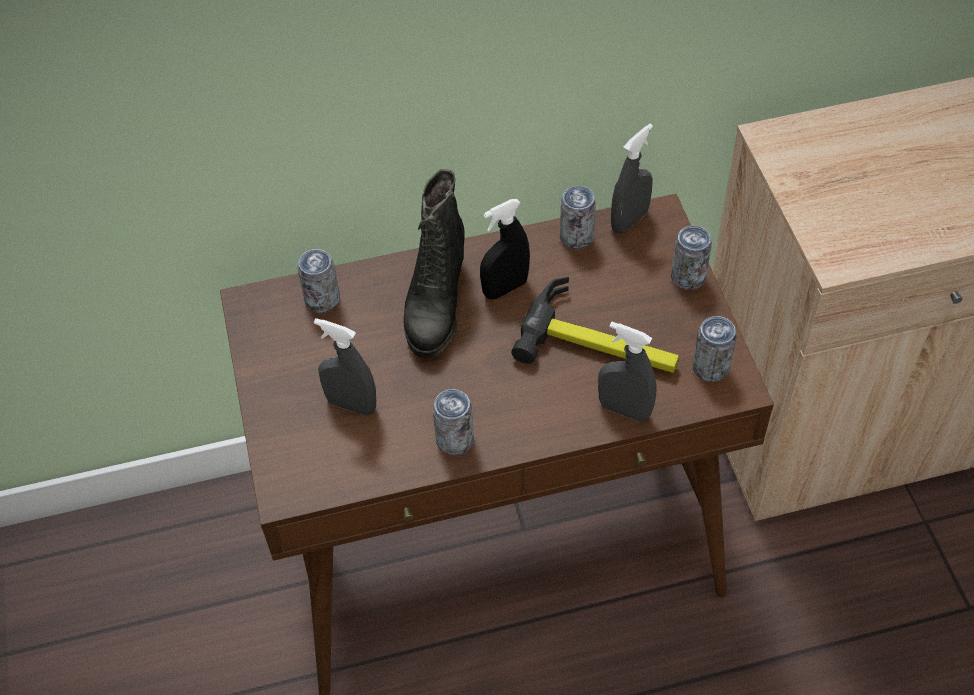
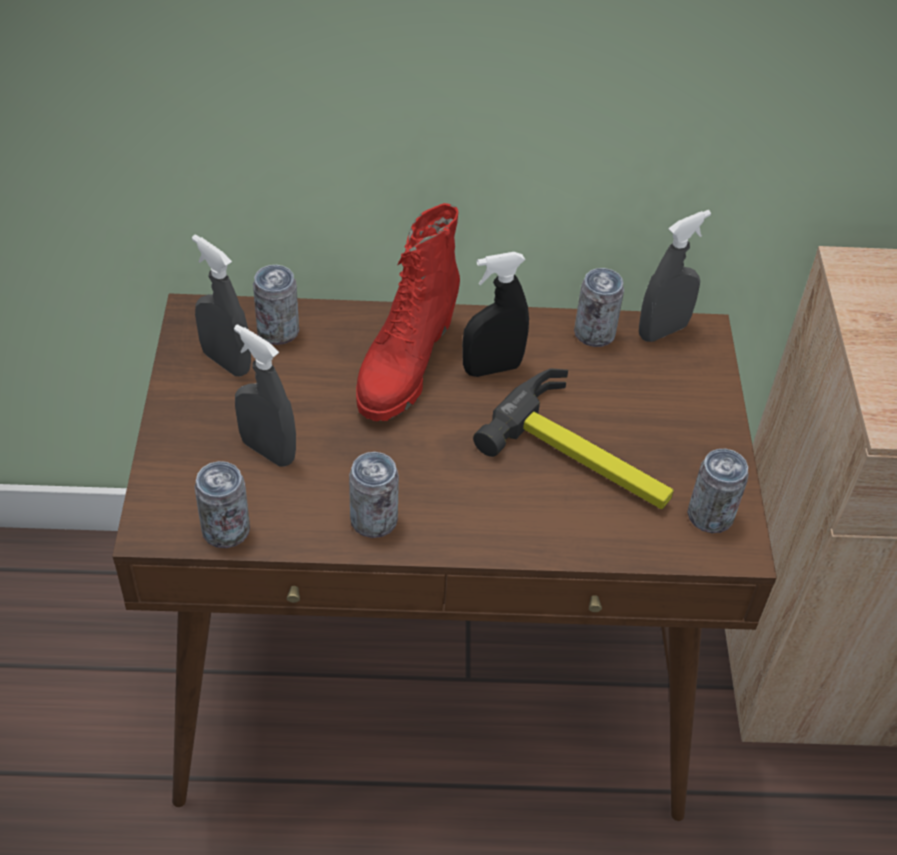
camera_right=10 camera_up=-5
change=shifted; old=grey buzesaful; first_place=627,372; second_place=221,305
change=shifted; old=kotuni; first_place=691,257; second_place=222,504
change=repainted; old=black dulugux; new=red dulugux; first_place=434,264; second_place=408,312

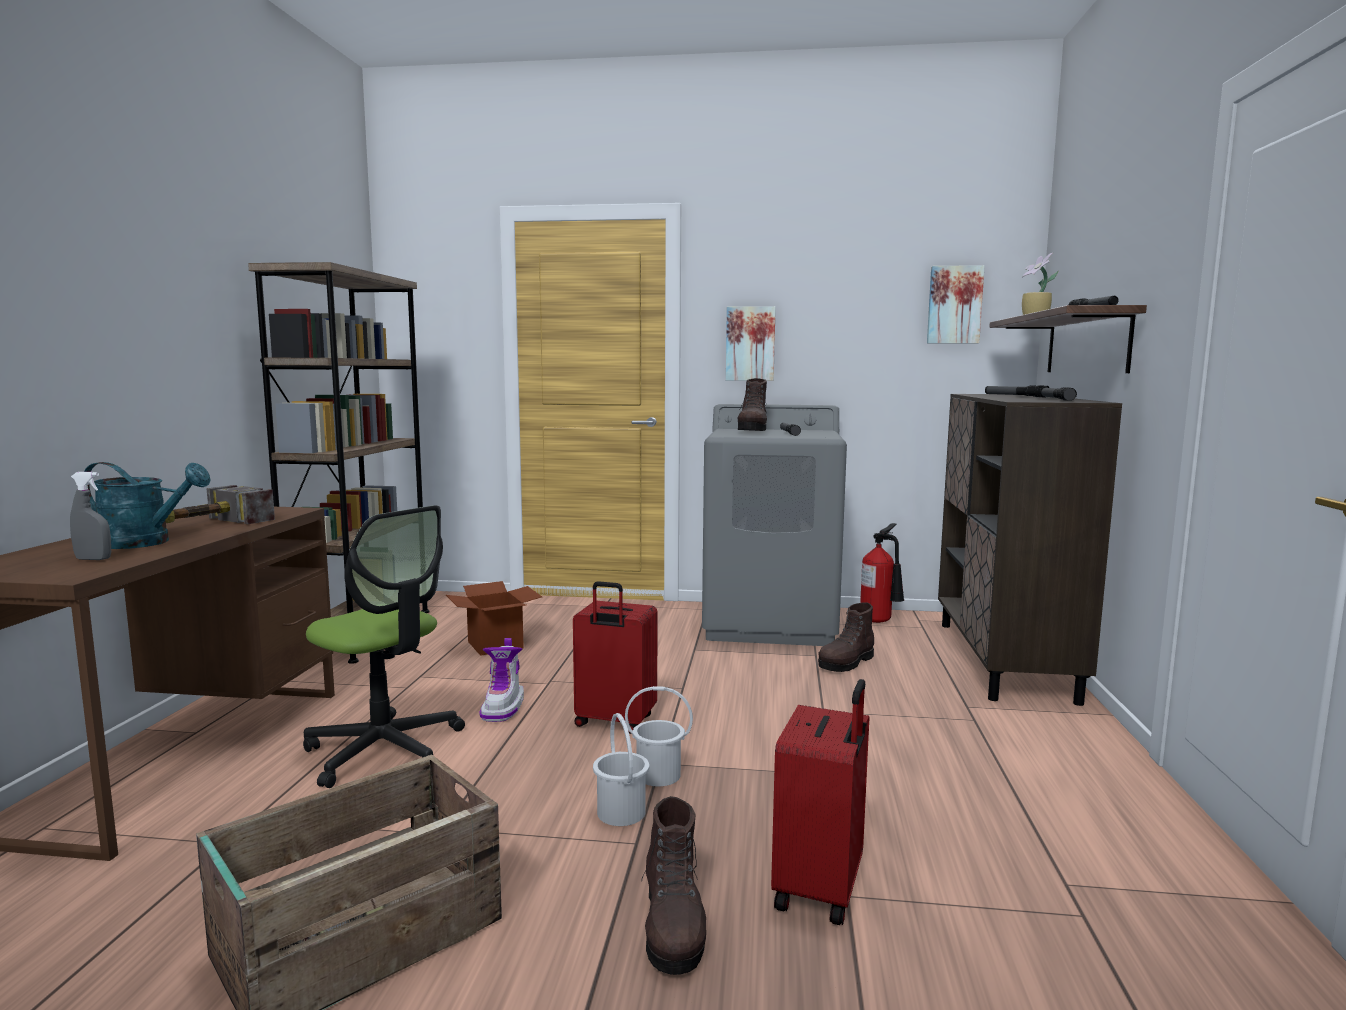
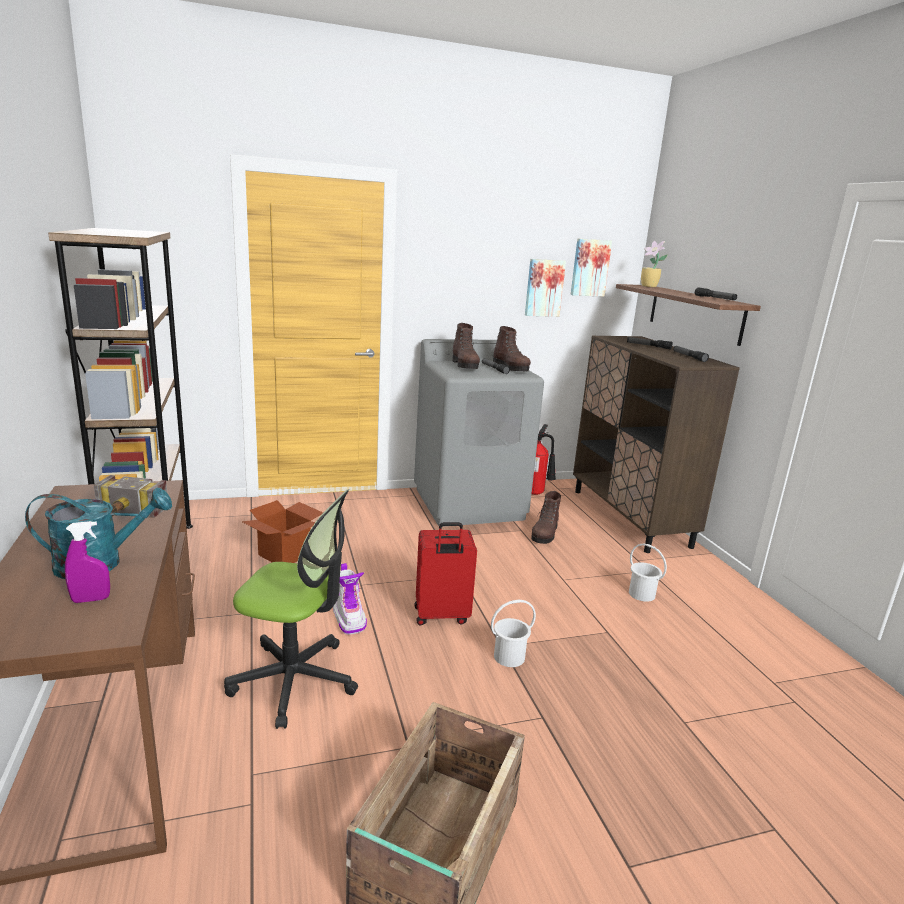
camera_right=-25 camera_up=10
change=repainted; old=grey buzesaful; new=purple buzesaful; first_place=90,516; second_place=87,562
change=shifted; old=brown dulugux; first_place=674,885; second_place=512,348
change=shifted; old=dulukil; first_place=751,343; second_place=545,288
change=shifted; old=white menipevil; first_place=621,769; second_place=648,573
change=gone; old=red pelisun; first_place=820,802

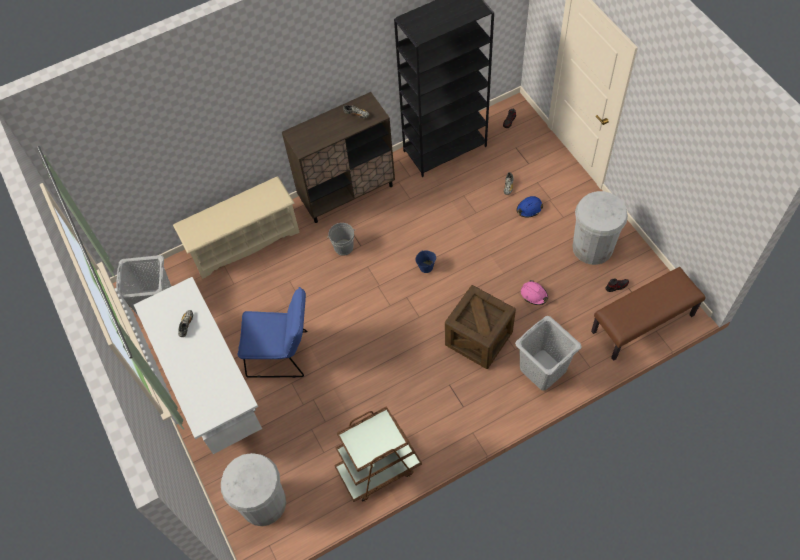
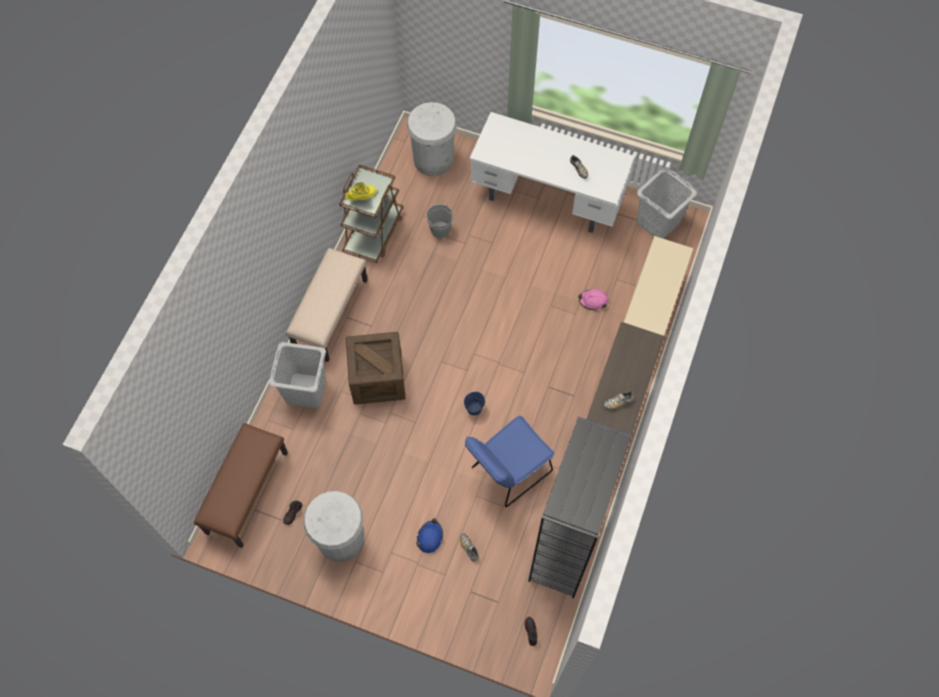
camera_right=135 camera_up=5
change=new; new=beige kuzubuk; second_place=326,305
change=new; new=yellow dulugux; second_place=361,191
change=shifted; old=grey menipevil; first_place=341,239; second_place=439,221
change=shifted; old=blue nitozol; first_place=273,332; second_place=509,461
change=shifted; old=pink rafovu; first_place=534,292; second_place=593,300

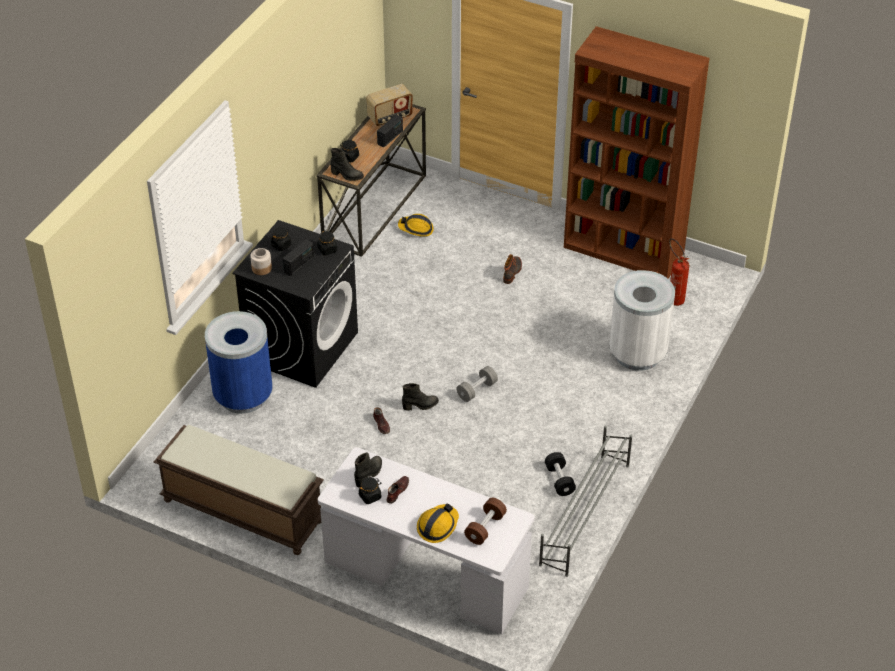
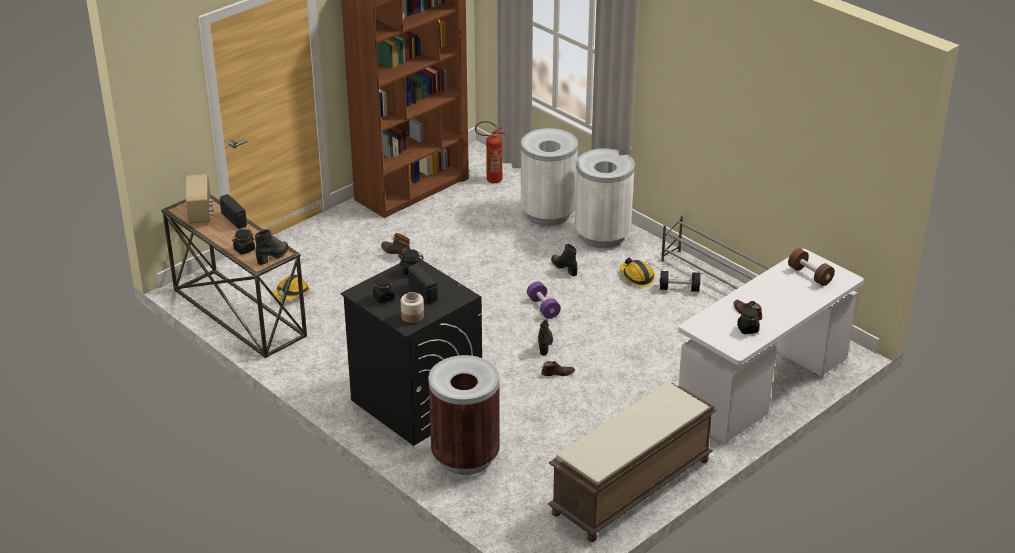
camera_right=-70 camera_up=-10
change=repainted; old=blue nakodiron; new=brown nakodiron; first_place=238,362; second_place=464,415
change=repainted; old=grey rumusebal; new=purple rumusebal; first_place=477,384; second_place=544,300
change=shifted; old=black dulugux; first_place=368,470; second_place=564,260
change=new; new=white nakodiron; second_place=605,198
change=shifted; old=rafovu; first_place=438,523; second_place=637,272

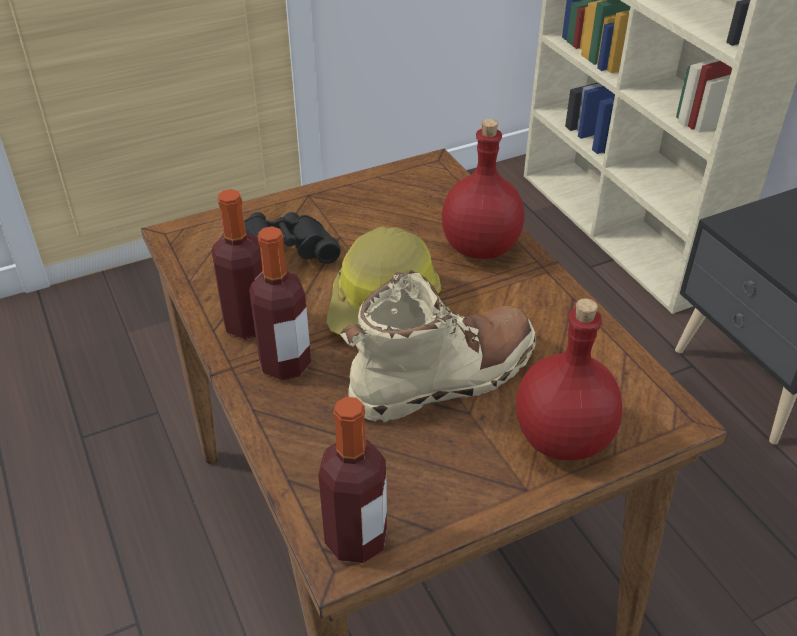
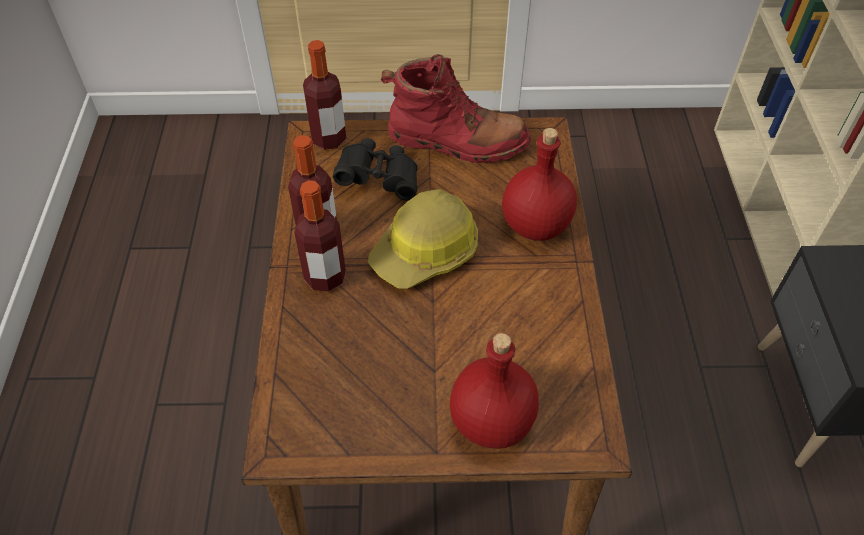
camera_right=25 camera_up=10
change=shifted; old=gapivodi; first_place=352,480; second_place=324,95
change=new; new=red dulugux; second_place=456,108
change=gone; old=beige dulugux; first_place=438,346

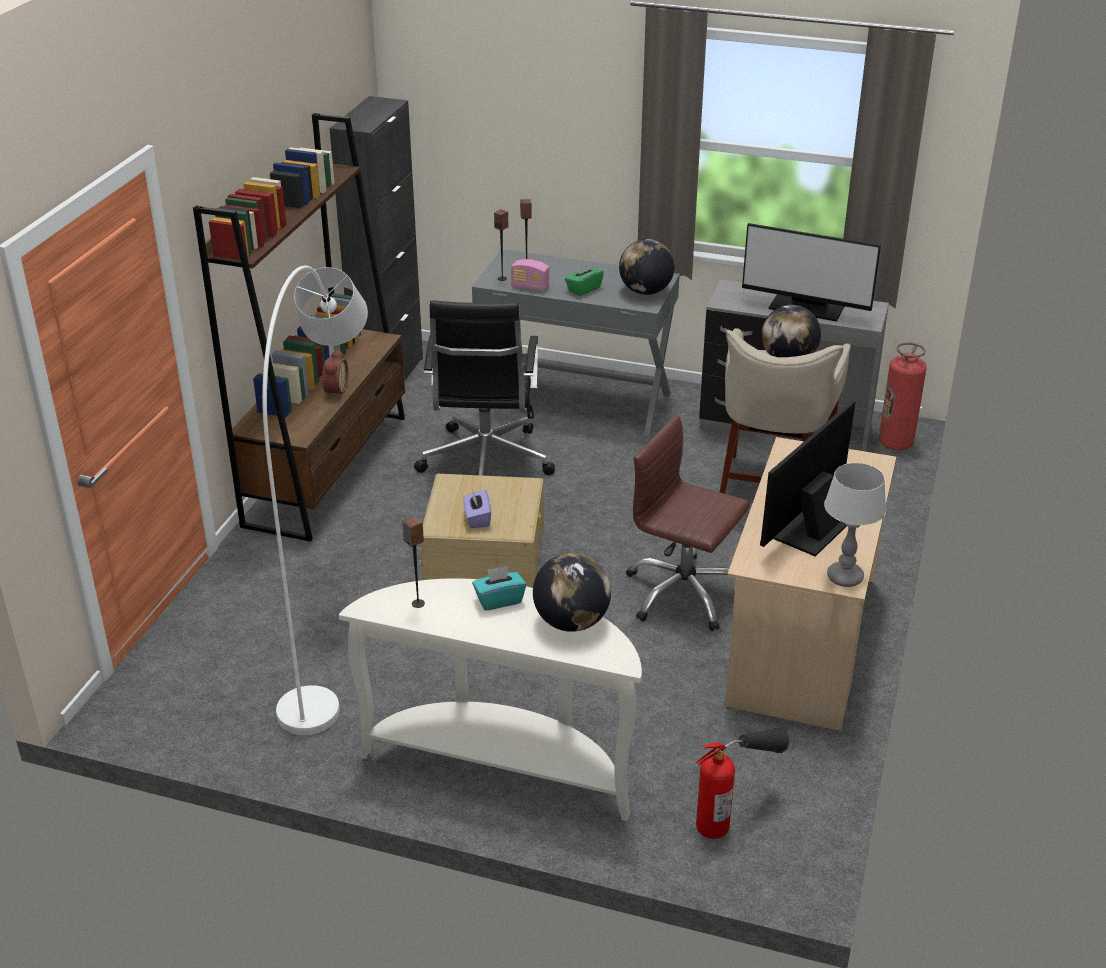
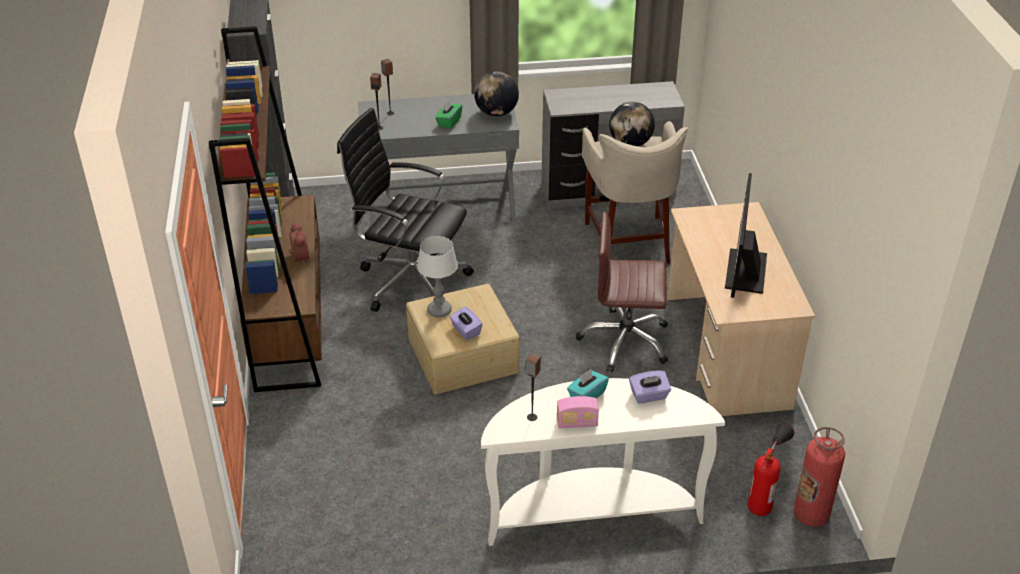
camera_right=-25 camera_up=5
change=rotated; old=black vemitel; first_place=484,388; second_place=405,210; degrees=135
change=shifted; old=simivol; first_place=855,525; second_place=437,277
change=shifted; old=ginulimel; first_place=530,275; second_place=578,412
change=swapped; old=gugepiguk; new=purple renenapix; first_place=572,592; second_place=650,387
change=shifted; old=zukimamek; first_place=903,396; second_place=819,477
change=gone; old=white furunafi; first_place=315,500
change=gone; old=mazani; first_place=811,272

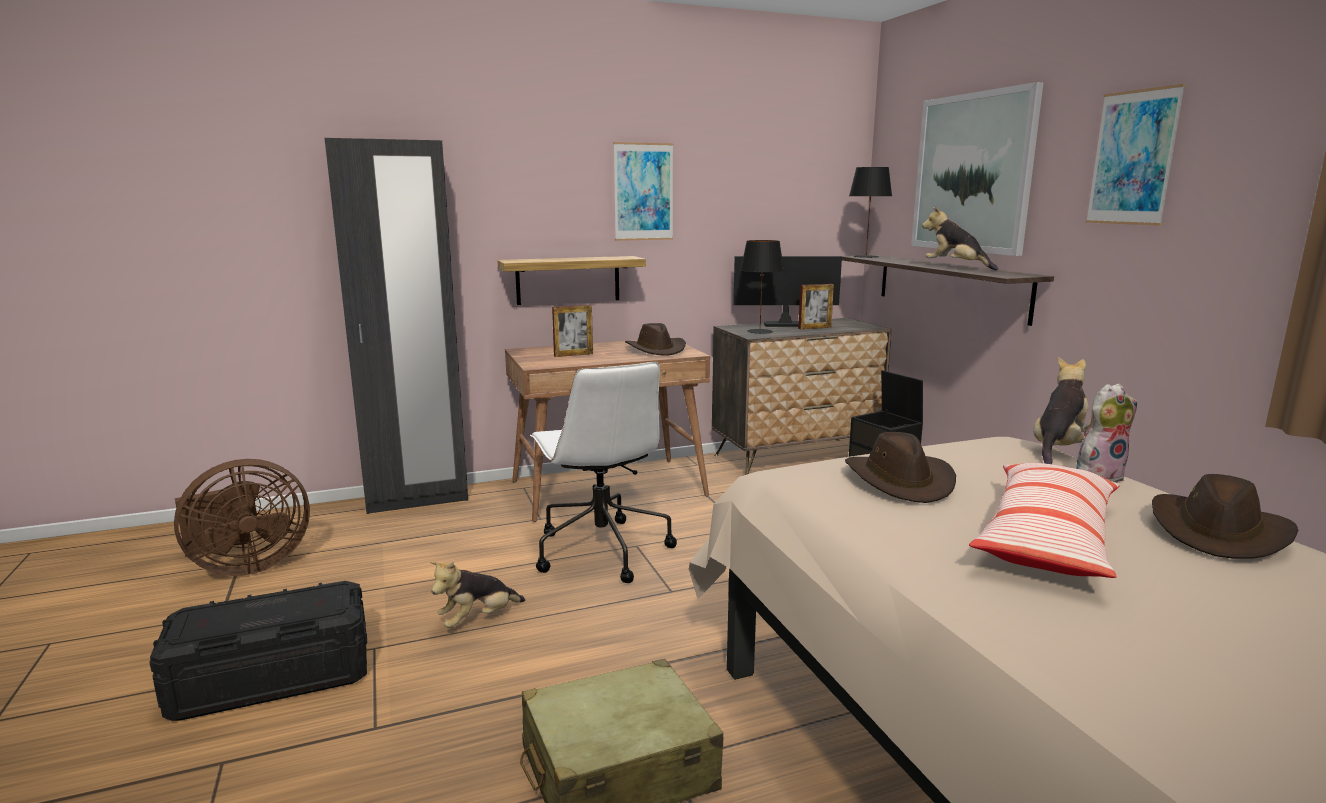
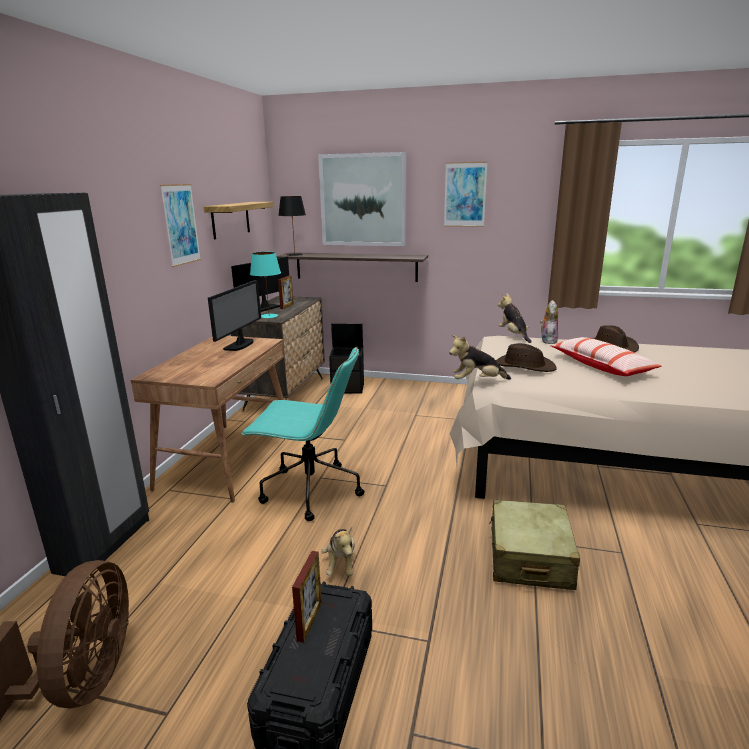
camera_right=-55 camera_up=5
change=shifted; old=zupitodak; first_place=571,280; second_place=239,221
change=swapped; old=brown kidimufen; new=mazani; first_place=655,339; second_place=234,315
change=repainted; old=white vemitel; new=turquoise vemitel; first_place=603,472; second_place=303,433
change=repainted; old=black simivol; new=turquoise simivol; first_place=762,287; second_place=265,285
change=shifted; old=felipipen; first_place=572,331; second_place=307,597
change=shifted; old=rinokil; first_place=960,238; second_place=480,357

